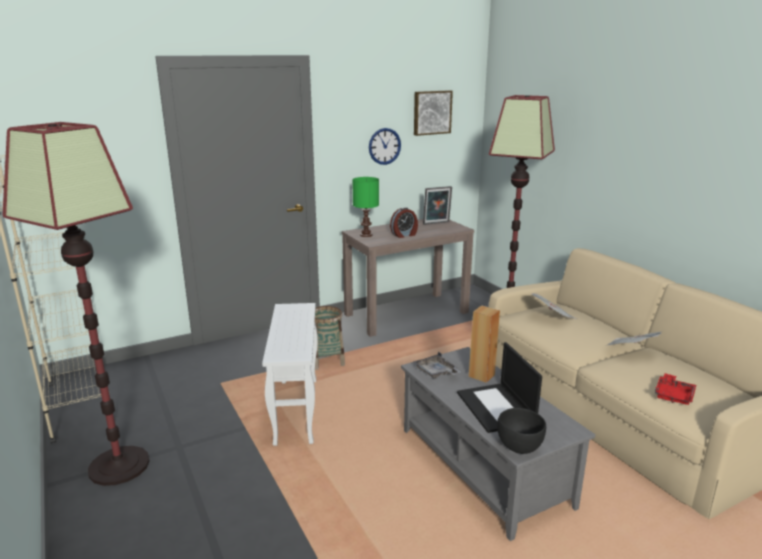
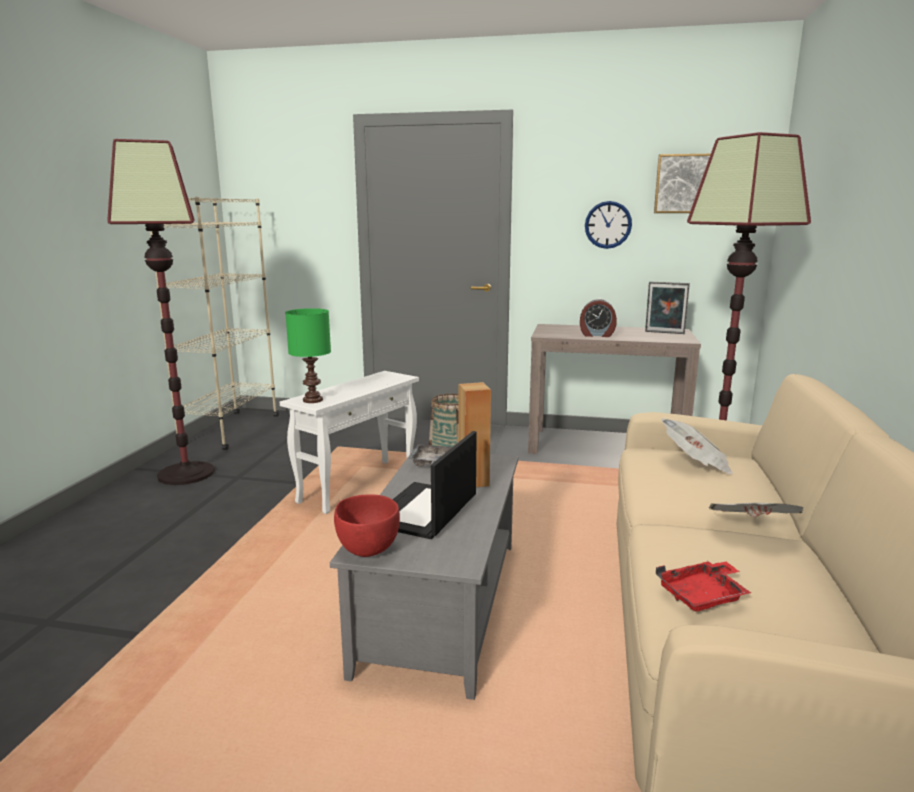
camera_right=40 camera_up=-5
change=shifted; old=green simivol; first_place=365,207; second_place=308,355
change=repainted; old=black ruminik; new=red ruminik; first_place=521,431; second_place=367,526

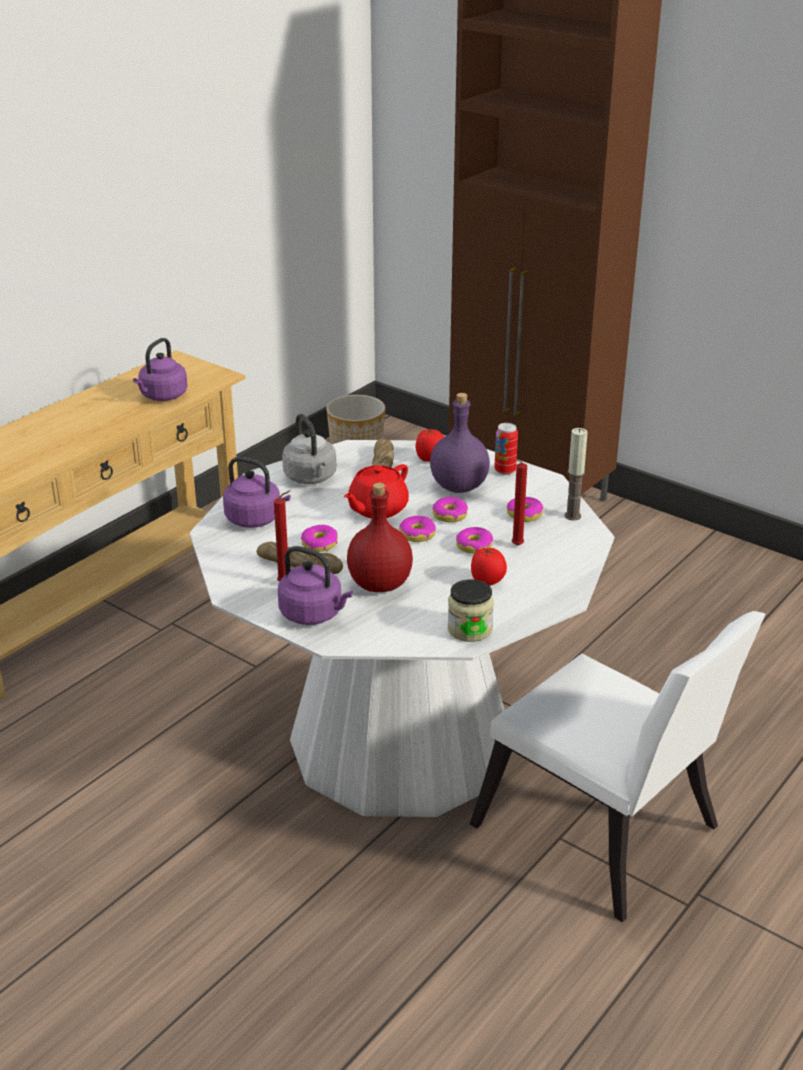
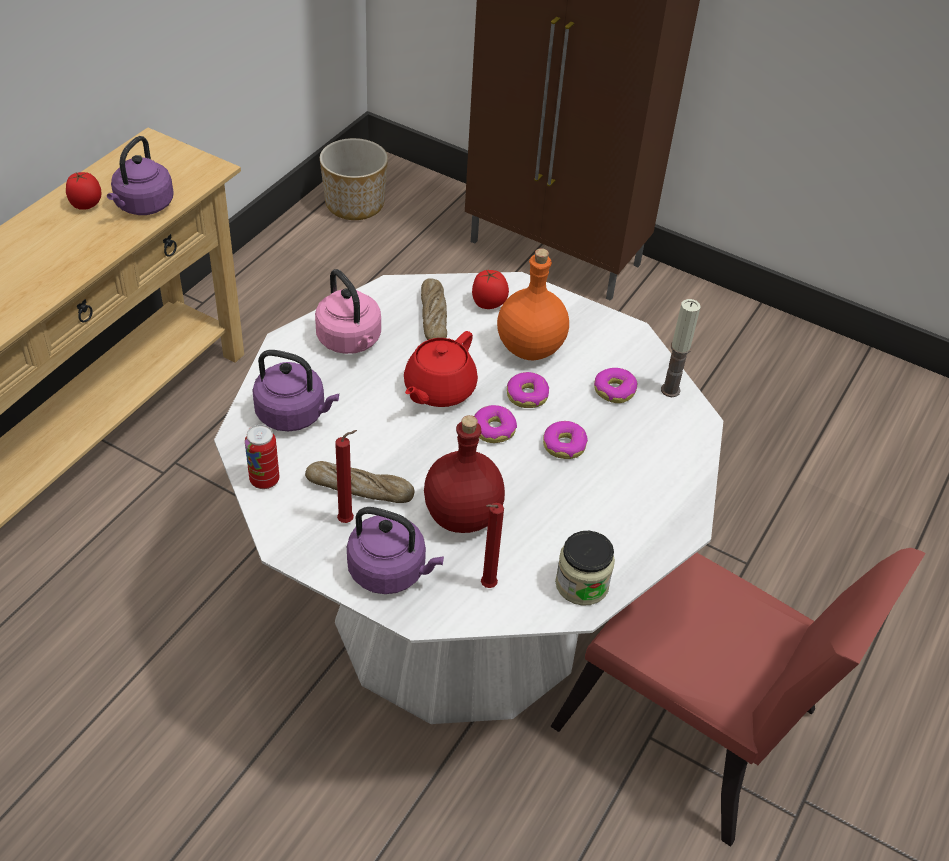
camera_right=-10 camera_up=15
change=shifted; old=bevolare; first_place=489,567; second_place=83,191
change=shifted; old=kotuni; first_place=506,449; second_place=262,457
change=repainted; old=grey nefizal; new=pink nefizal; first_place=309,449; second_place=348,311
change=shifted; old=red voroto; first_place=519,502; second_place=492,545
change=repainted; old=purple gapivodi; new=orange gapivodi; first_place=460,443; second_place=533,304
change=repainted; old=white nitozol; new=red nitozol; first_place=618,766; second_place=738,697
change=gone; old=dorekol; first_place=319,538

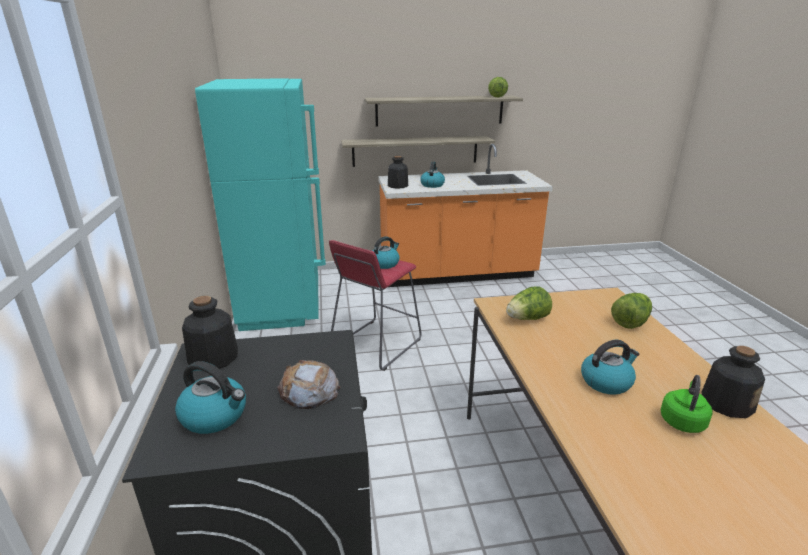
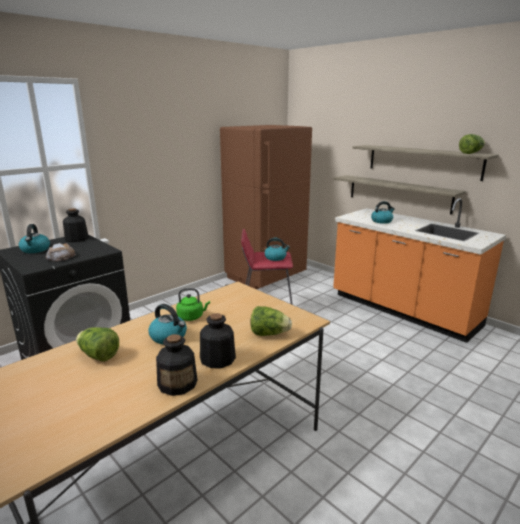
camera_right=55 camera_up=-5
change=shifted; old=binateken; first_place=529,303; second_place=97,344
change=shifted; old=green nefizal; first_place=686,404; second_place=193,304
change=shifted; old=gapivodi; first_place=398,172; second_place=218,340
change=repainted; old=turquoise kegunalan; new=brown kegunalan; first_place=260,204; second_place=266,207

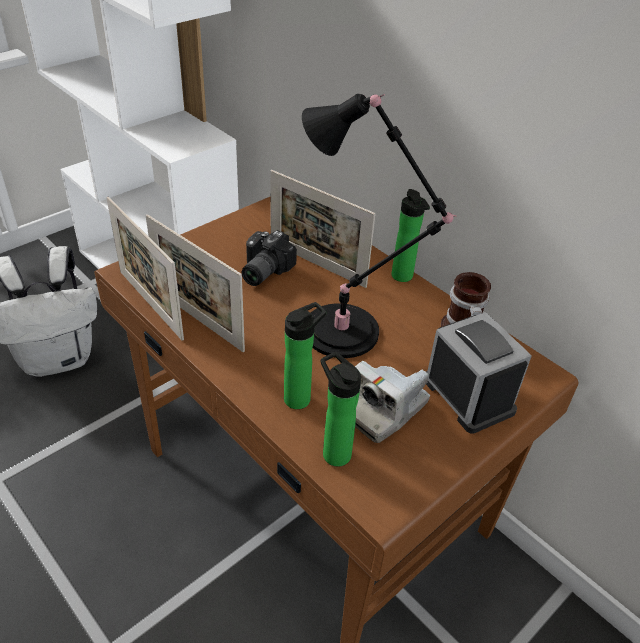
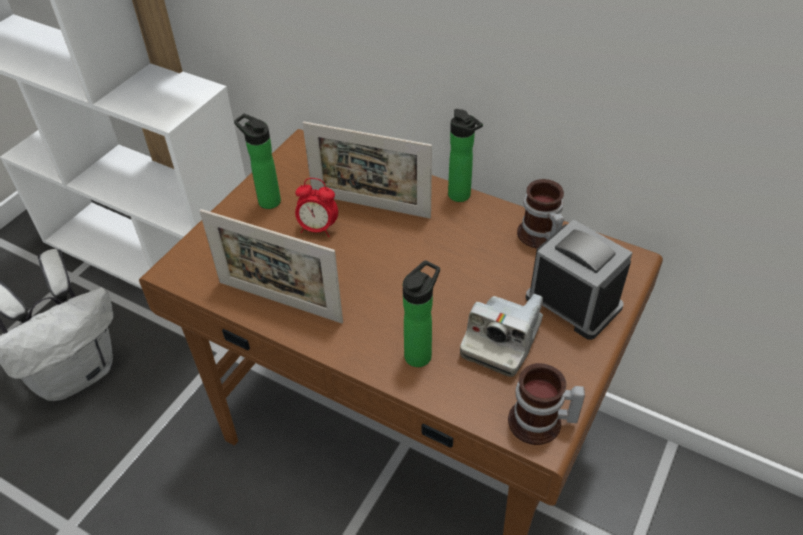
camera_right=-15 camera_up=5
change=shifted; old=gapivodi; first_place=341,409; second_place=257,161
change=swapped; old=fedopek; new=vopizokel; first_place=269,258; second_place=316,207
change=new; new=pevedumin; second_place=546,404
change=gone; old=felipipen; first_place=145,268
change=gone; old=black simivol; first_place=379,226

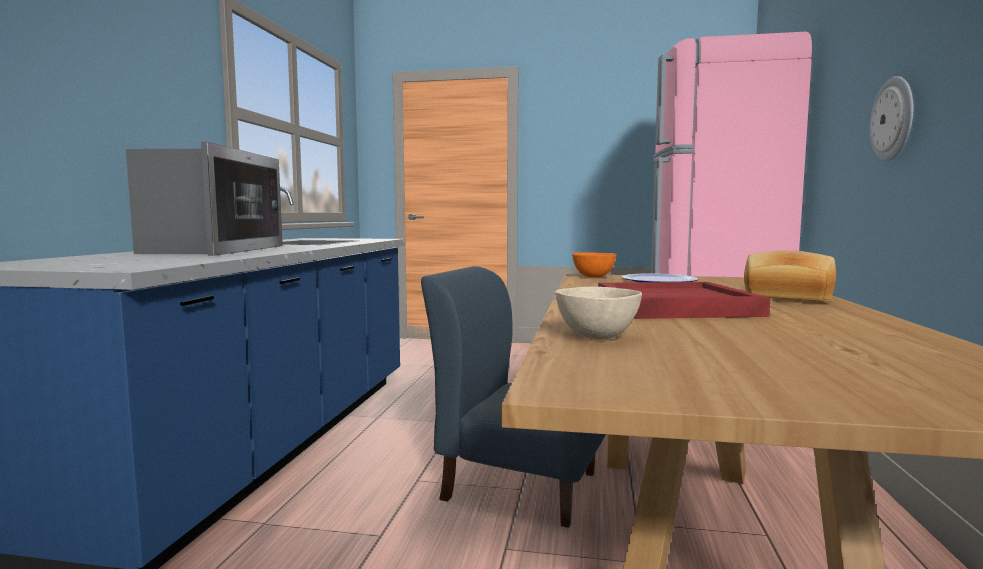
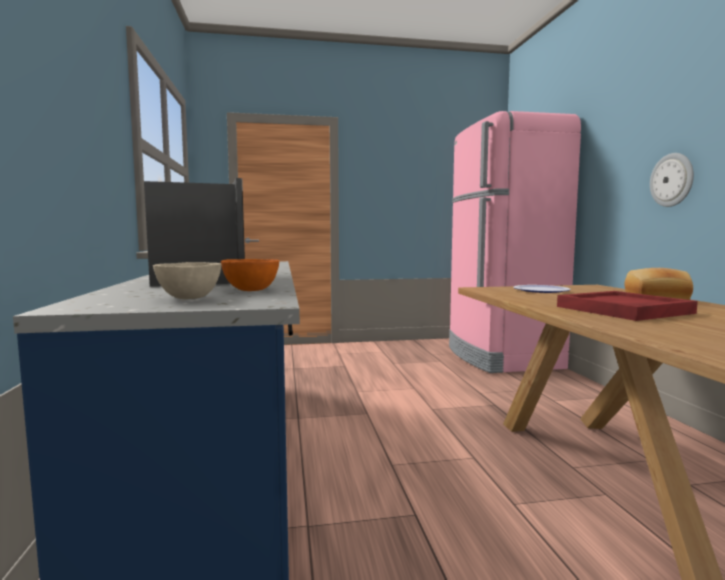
camera_right=-20 camera_up=0
change=shifted; old=beige ruminik; first_place=598,313; second_place=187,280
change=shifted; old=orange ruminik; first_place=594,265; second_place=250,275
change=gone; old=blue nitozol; first_place=513,397

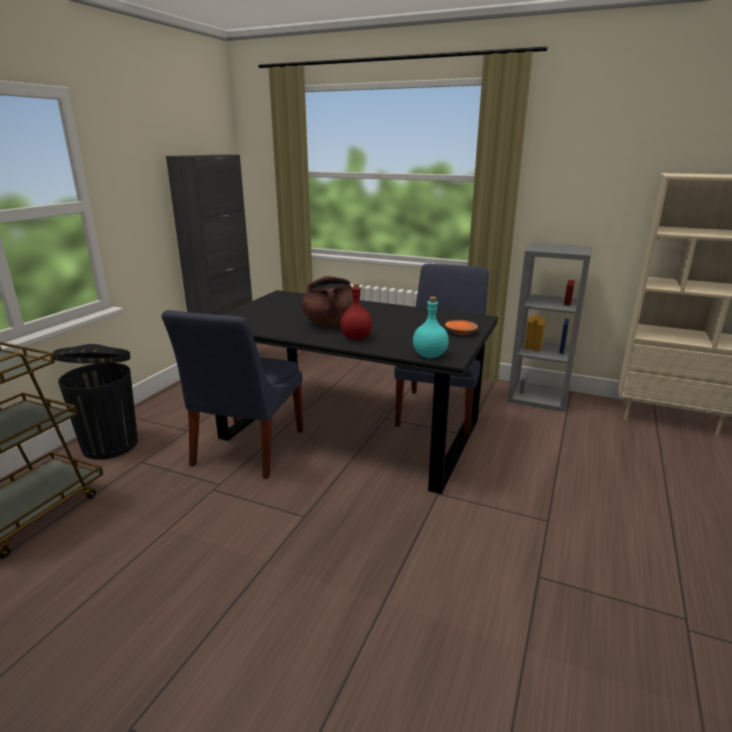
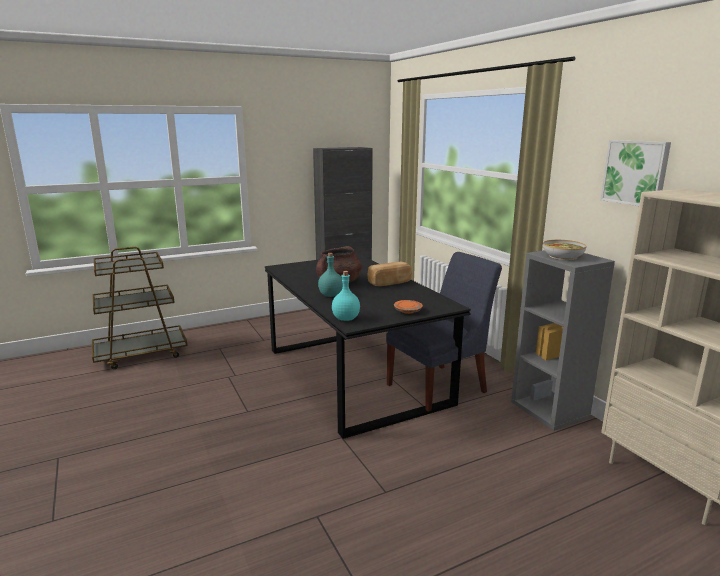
camera_right=40 camera_up=-5
change=repainted; old=red gapivodi; new=turquoise gapivodi; first_place=356,311; second_place=330,275
change=new; new=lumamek; second_place=390,274
change=new; new=ruminik; second_place=565,250
change=new; new=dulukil; second_place=635,173
change=gone; old=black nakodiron; first_place=95,402
change=gone; old=blue nitozol; first_place=232,394

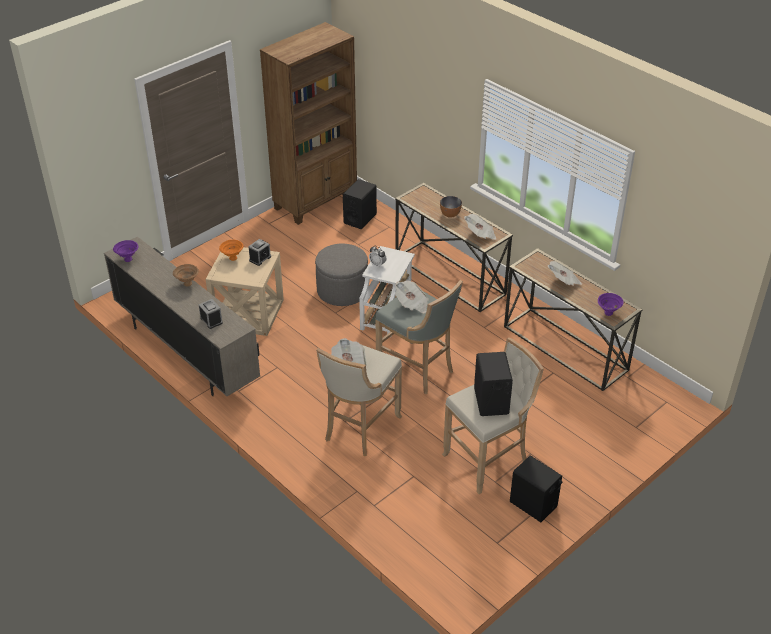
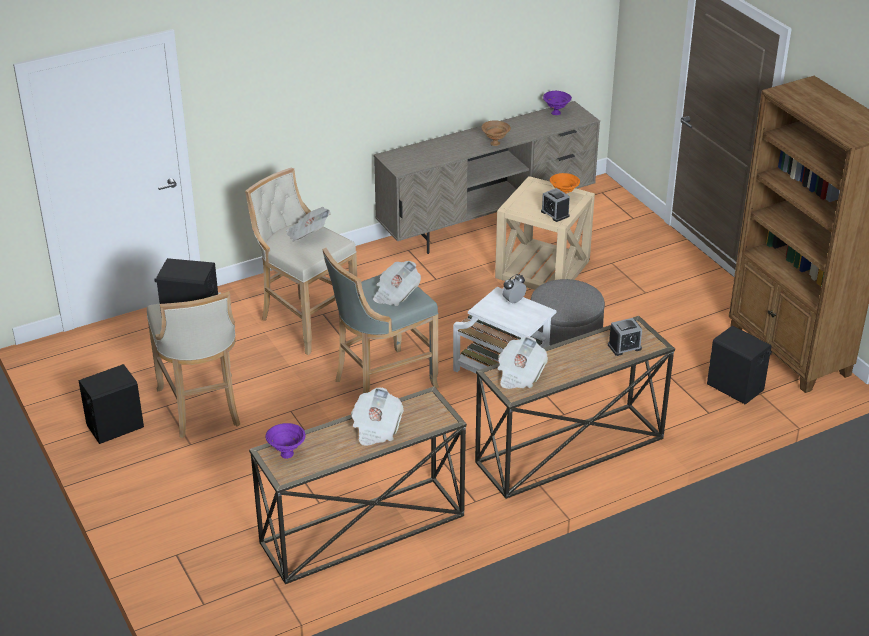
camera_right=105 camera_up=-5
change=shifted; old=vopizokel; first_place=211,314; second_place=625,337
change=gone; old=ruminik; first_place=451,207

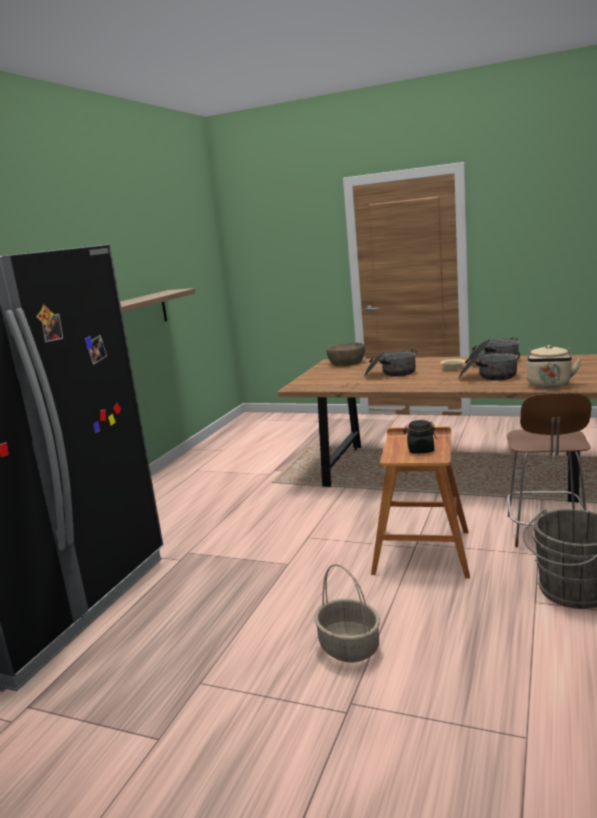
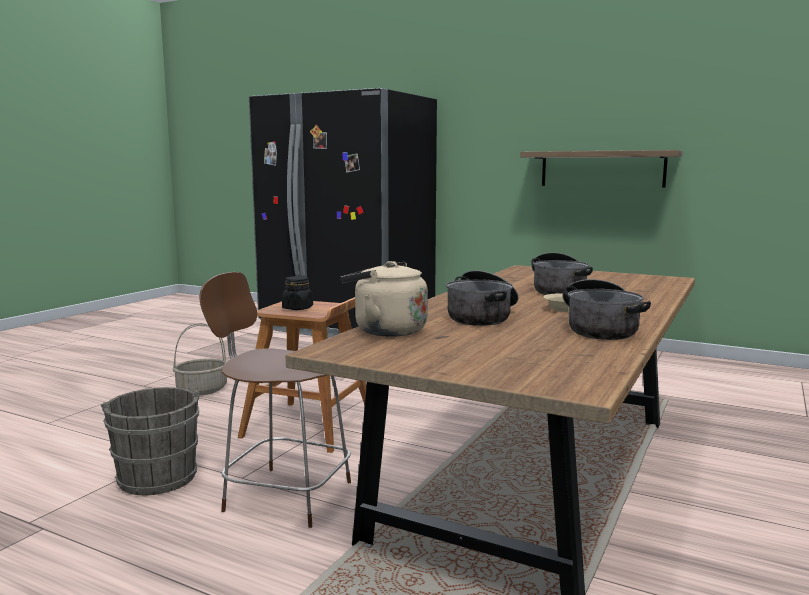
camera_right=95 camera_up=-5
change=gone; old=brown ruminik; first_place=345,354

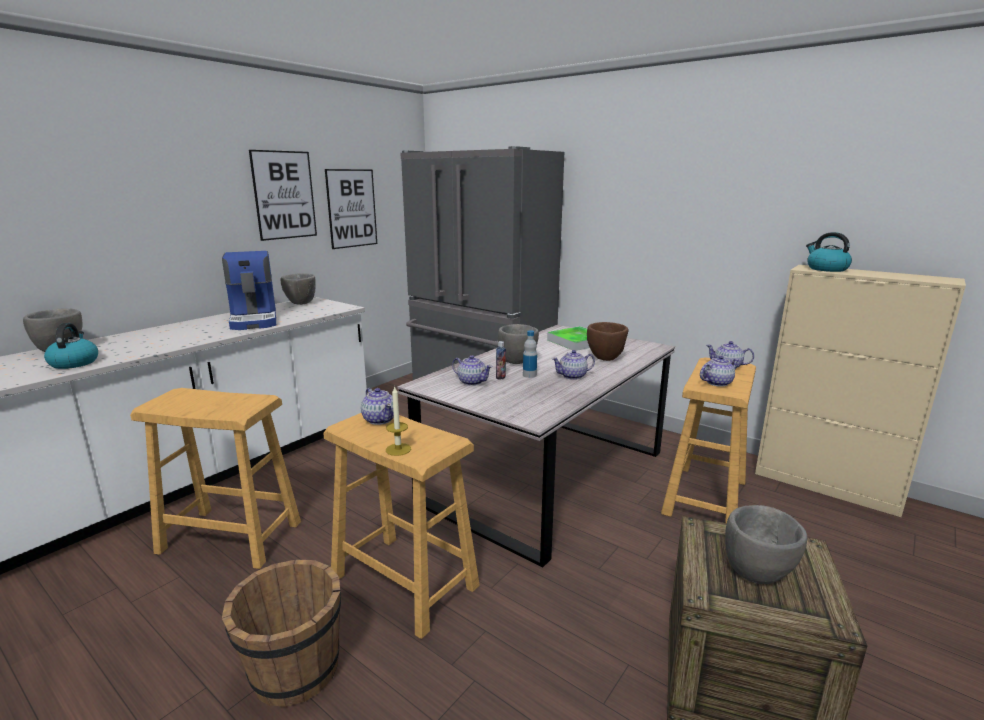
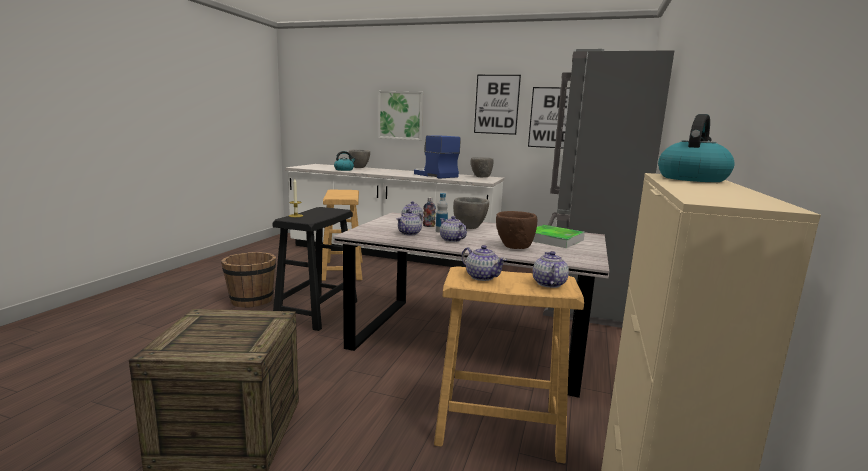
camera_right=70 camera_up=-5
change=repainted; old=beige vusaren; new=black vusaren; first_place=401,526; second_place=314,269
change=new; new=dulukil; second_place=400,115
change=shifted; old=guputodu; first_place=377,406; second_place=410,223
change=rotated; old=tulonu; first_place=249,290; second_place=437,156; degrees=90
change=gone; old=grey ruminik; first_place=766,544

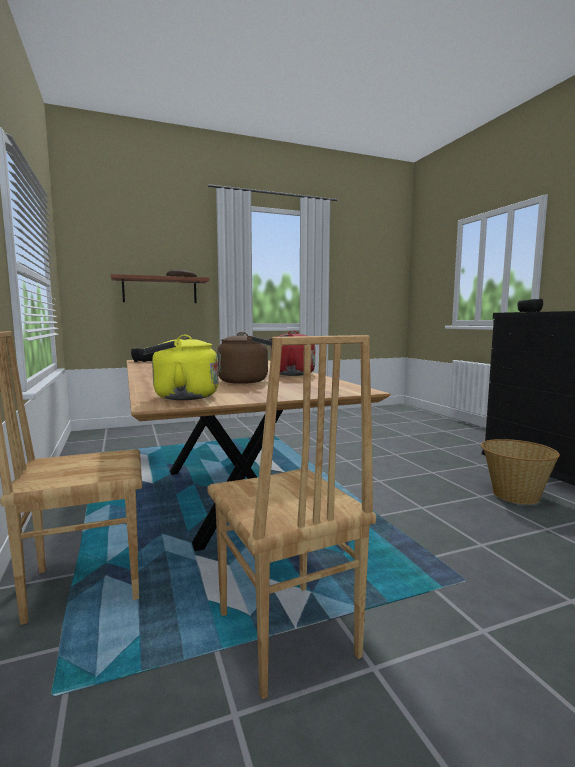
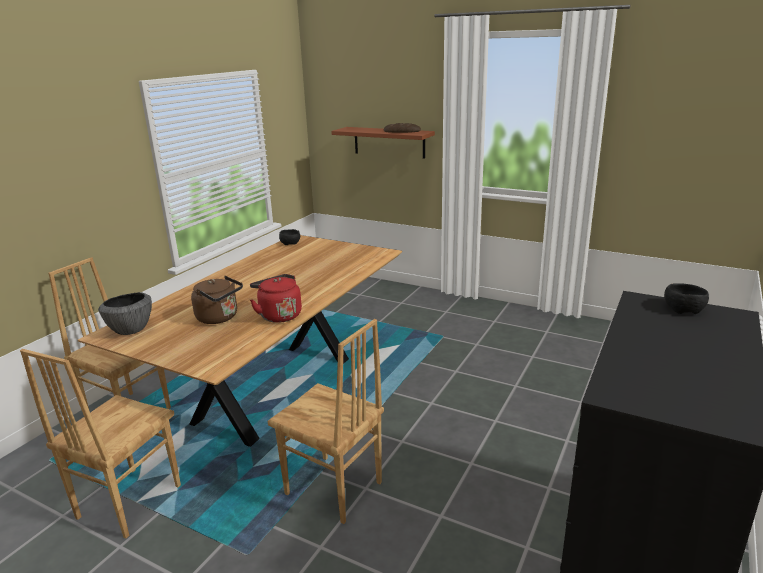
camera_right=50 camera_up=15
change=swapped; old=yellow nefizal; new=ruminik; first_place=180,367; second_place=125,313
change=new; new=brown nitozol; second_place=326,421
change=gone; old=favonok; first_place=520,471

